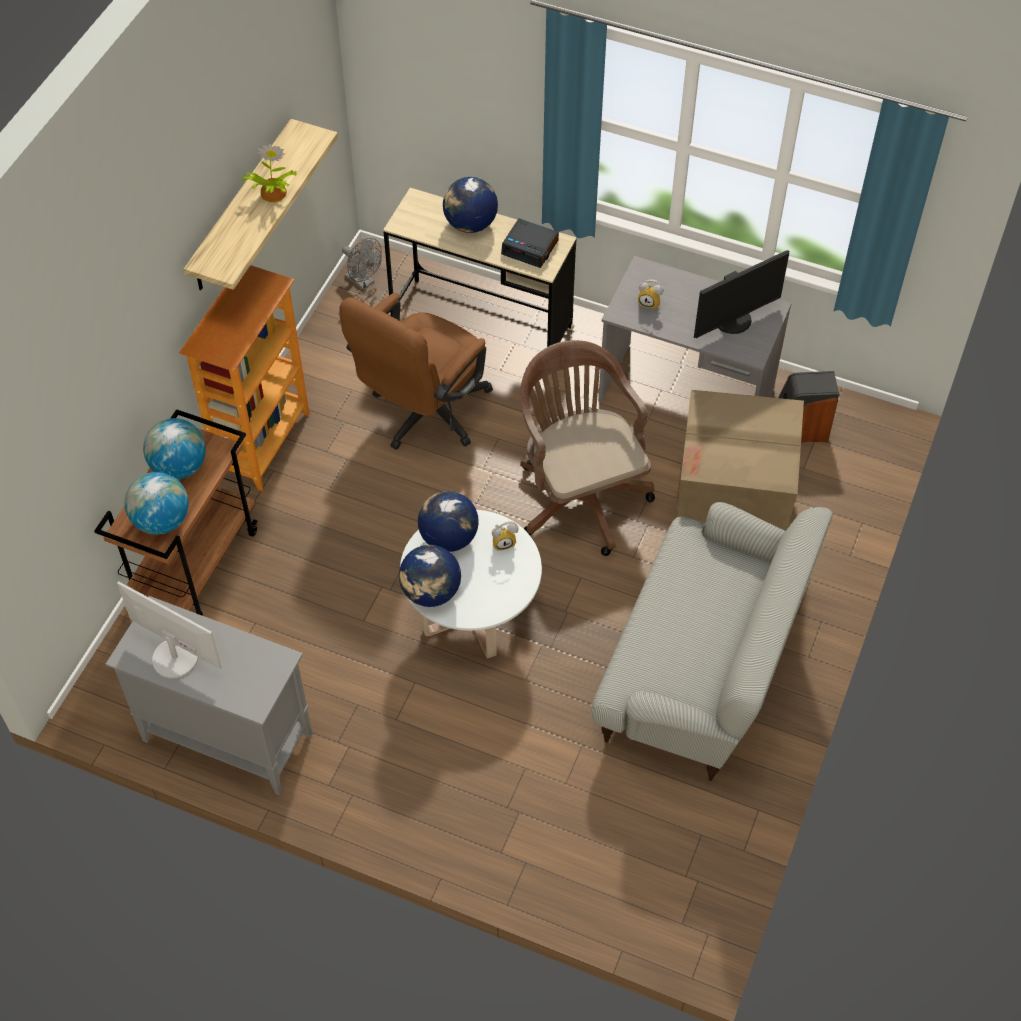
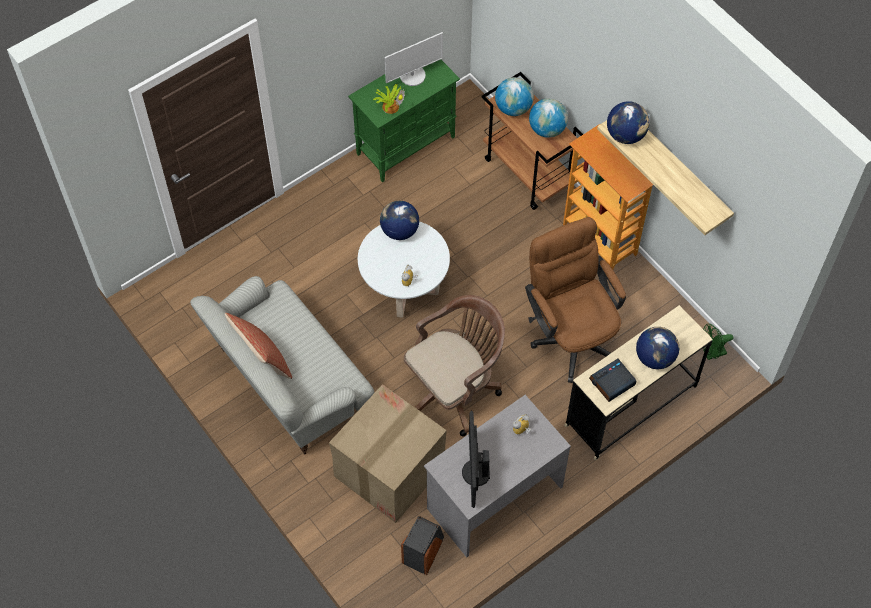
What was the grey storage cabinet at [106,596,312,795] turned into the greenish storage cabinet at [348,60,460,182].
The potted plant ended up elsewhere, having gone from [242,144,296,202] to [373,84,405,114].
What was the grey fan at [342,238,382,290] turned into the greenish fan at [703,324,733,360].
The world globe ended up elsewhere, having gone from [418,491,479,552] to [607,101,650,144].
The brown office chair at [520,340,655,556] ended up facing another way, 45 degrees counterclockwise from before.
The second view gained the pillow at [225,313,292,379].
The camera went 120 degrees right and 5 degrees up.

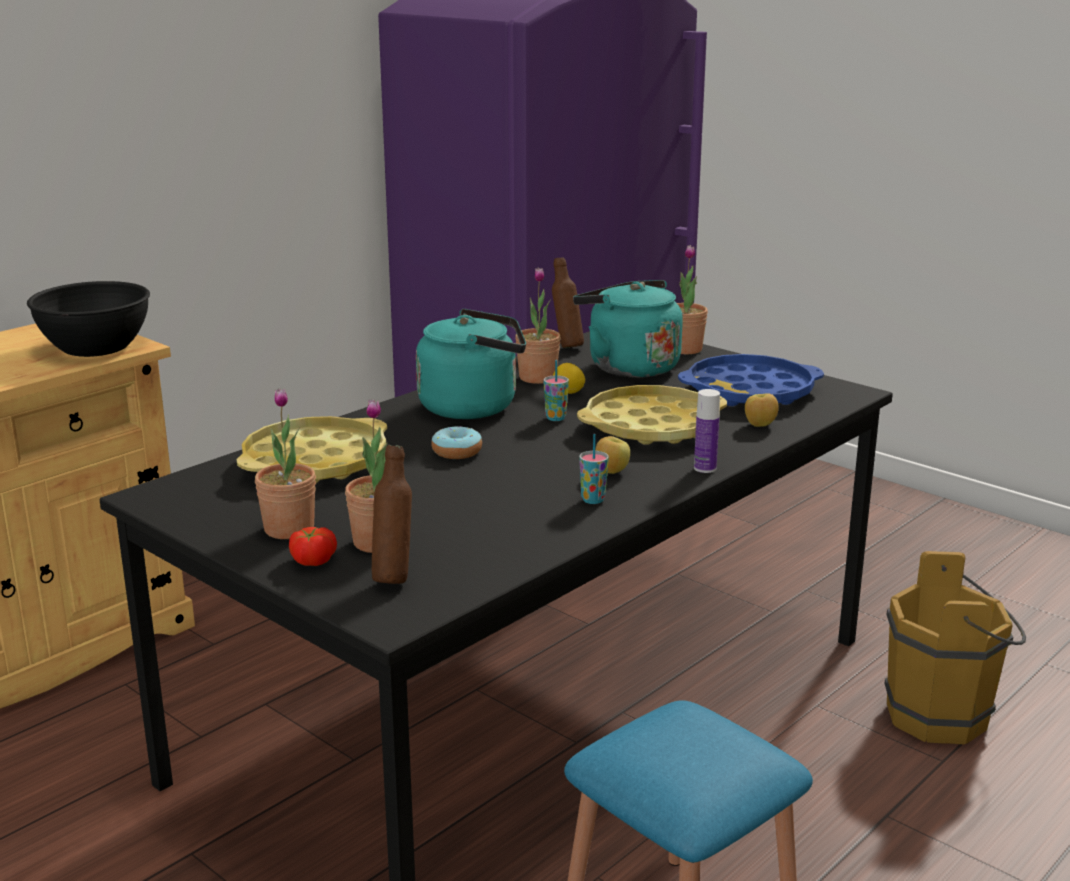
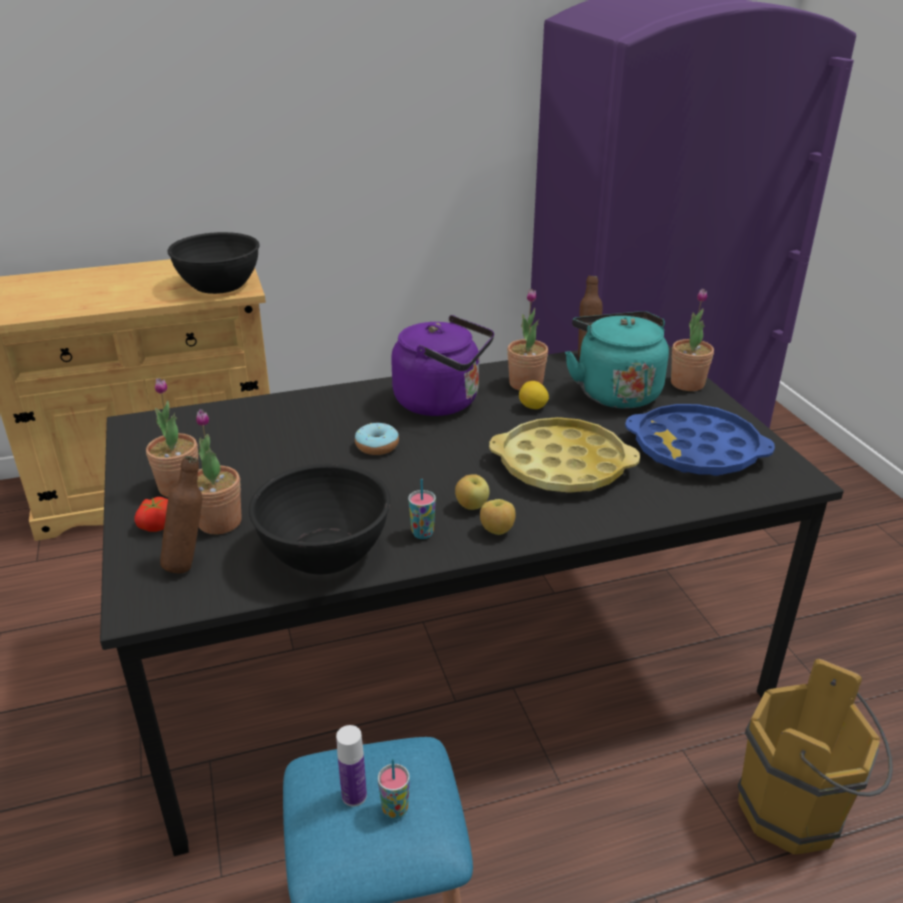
The second view lost the yellow-coloured serving tray at [237,416,387,483].
What was the turquoise-coloured kettle at [416,309,526,419] turned into the purple kettle at [391,315,494,416].
The cup ended up elsewhere, having gone from [544,360,569,421] to [378,759,410,819].
The drink bottle ended up elsewhere, having gone from [694,389,720,473] to [336,725,367,807].
The apple ended up elsewhere, having gone from [745,393,779,427] to [480,499,516,535].
The second view gained the black serving bowl at [249,464,390,575].
The camera went 30 degrees right and 10 degrees up.

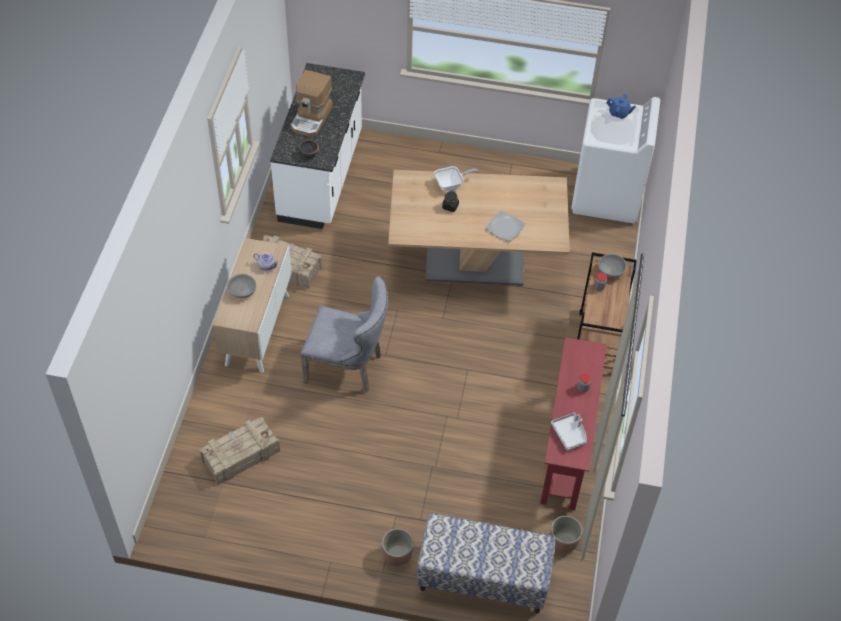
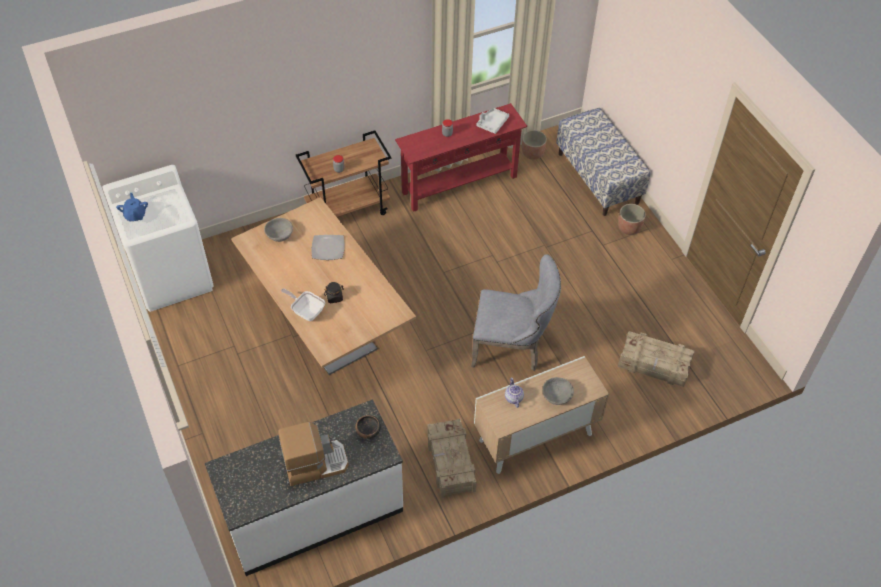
The grey plain chair at [301,276,388,393] ended up facing another way, 120 degrees clockwise from before.
The grey serving bowl ended up elsewhere, having gone from [598,254,627,277] to [264,218,293,242].
The camera went 125 degrees left and 0 degrees up.

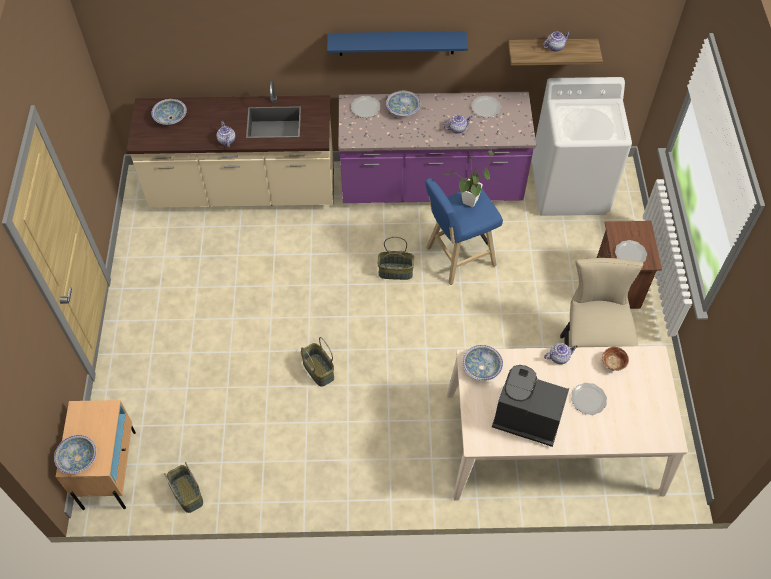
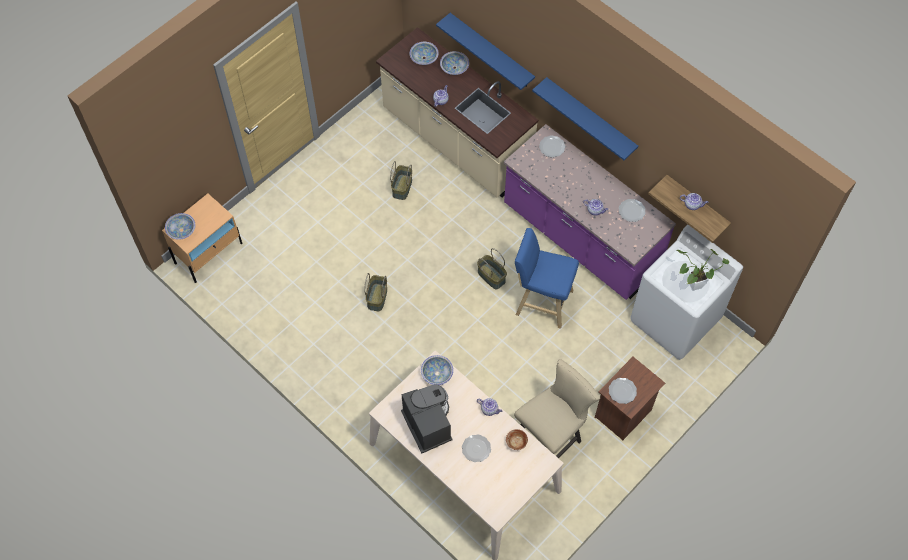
The basket ended up elsewhere, having gone from [164,462,203,513] to [390,161,412,200].
The serving bowl ended up elsewhere, having gone from [386,91,421,116] to [440,51,469,75].
The potted plant ended up elsewhere, having gone from [443,151,494,207] to [677,249,729,291].
The second view gained the blue shelf at [436,13,535,90].
The camera went 45 degrees right and 5 degrees up.

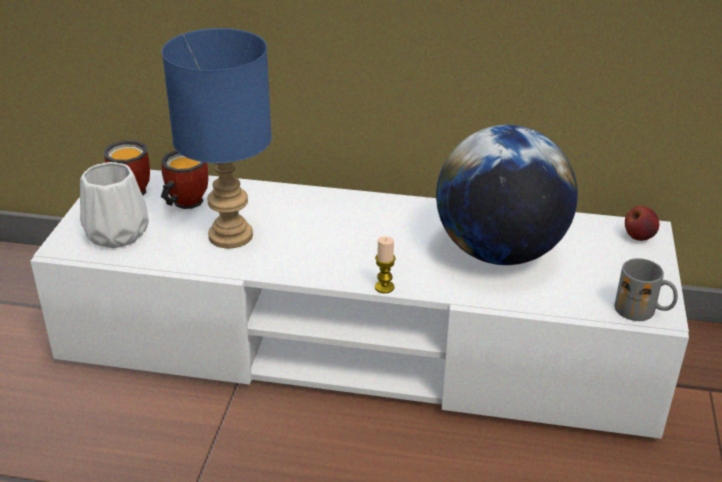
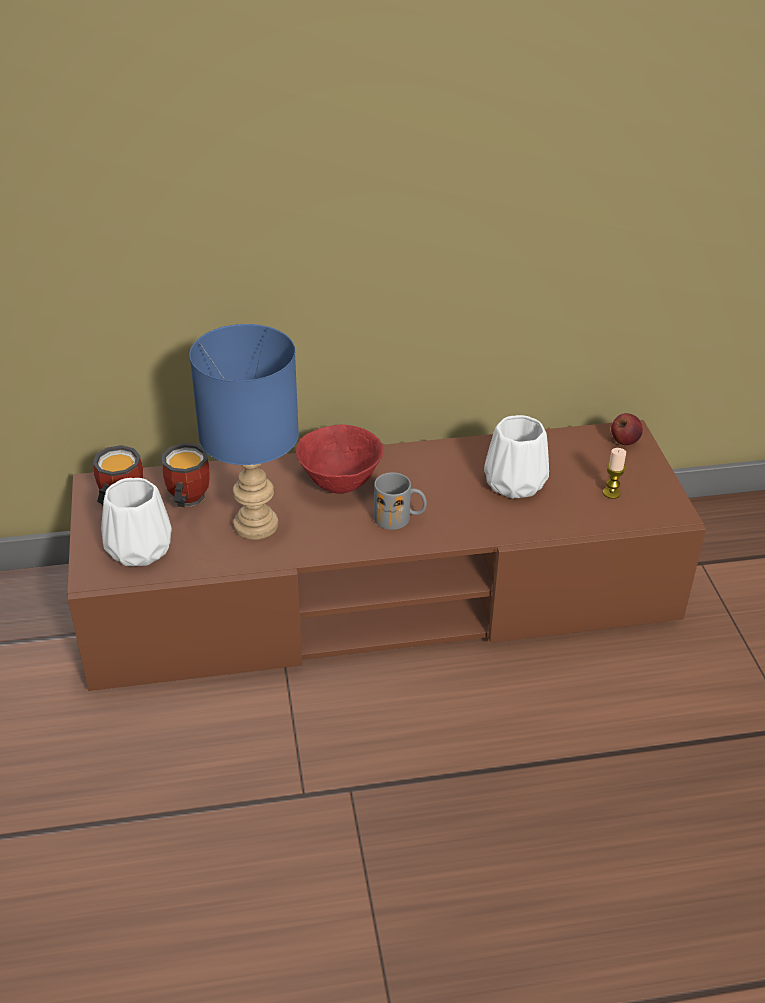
What was the white media console at [30,170,689,439] turned into the brown media console at [67,420,706,691].
The wax candle ended up elsewhere, having gone from [375,236,396,293] to [603,448,626,499].
Where the world globe stood at [436,125,578,265], the white vase came to stand at [484,415,549,499].
The grey mug ended up elsewhere, having gone from [614,258,678,321] to [374,472,427,530].
The second view gained the reddish serving bowl at [296,424,384,494].
The camera went 20 degrees left and 5 degrees up.

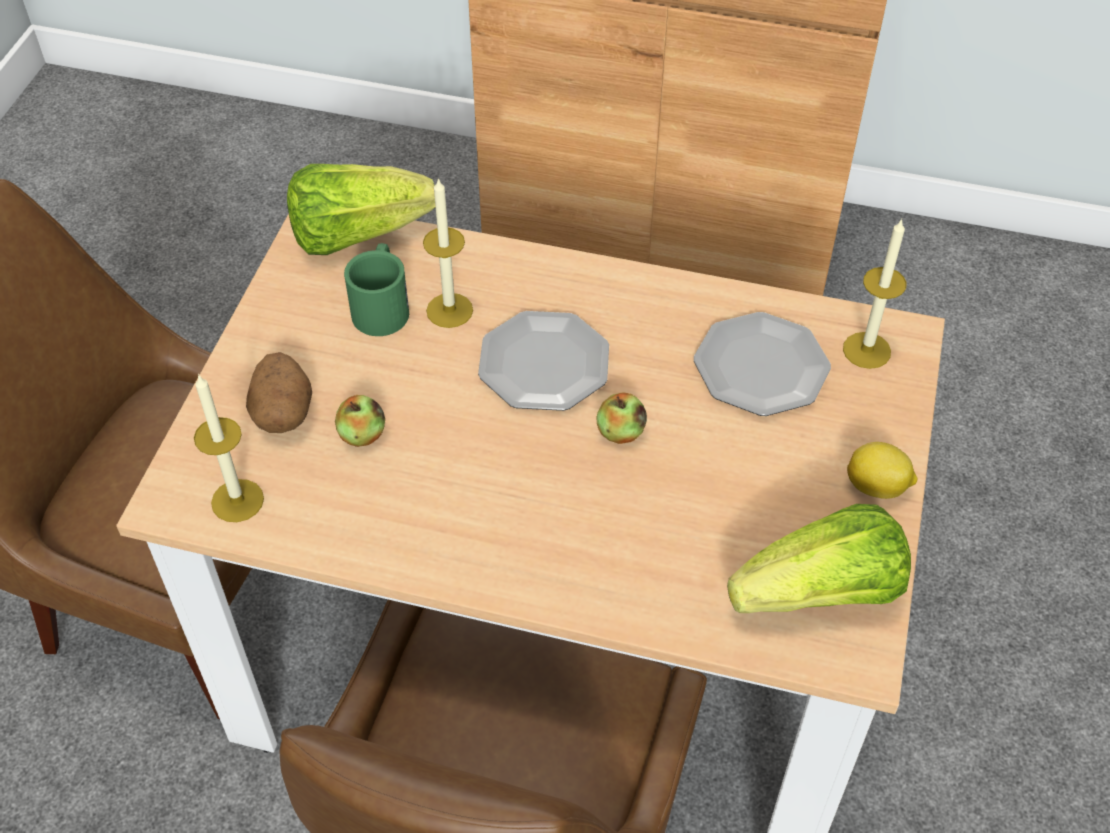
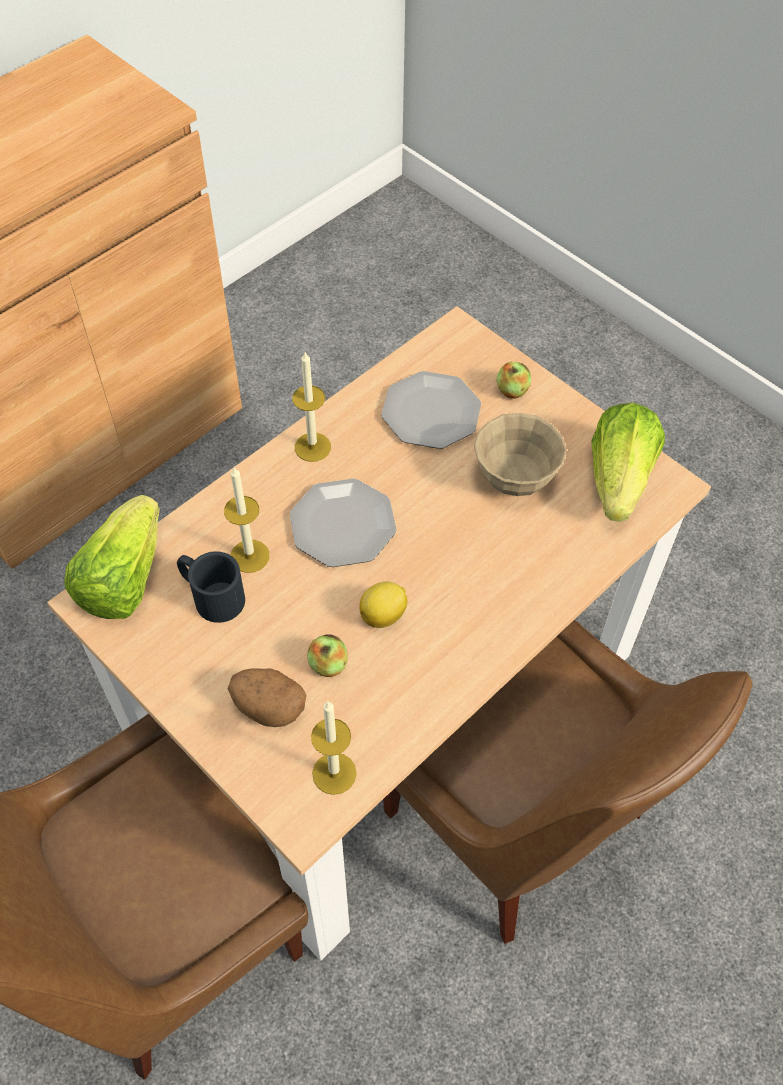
What was the greenish mug at [344,243,409,336] turned into the black mug at [177,551,245,623].
The apple ended up elsewhere, having gone from [596,392,647,444] to [497,362,531,399].
The wax candle ended up elsewhere, having gone from [843,219,907,369] to [293,352,331,462].
The citrus fruit ended up elsewhere, having gone from [847,442,917,499] to [359,582,407,628].
The second view gained the beige serving bowl at [474,413,567,496].
The camera went 60 degrees left and 5 degrees up.

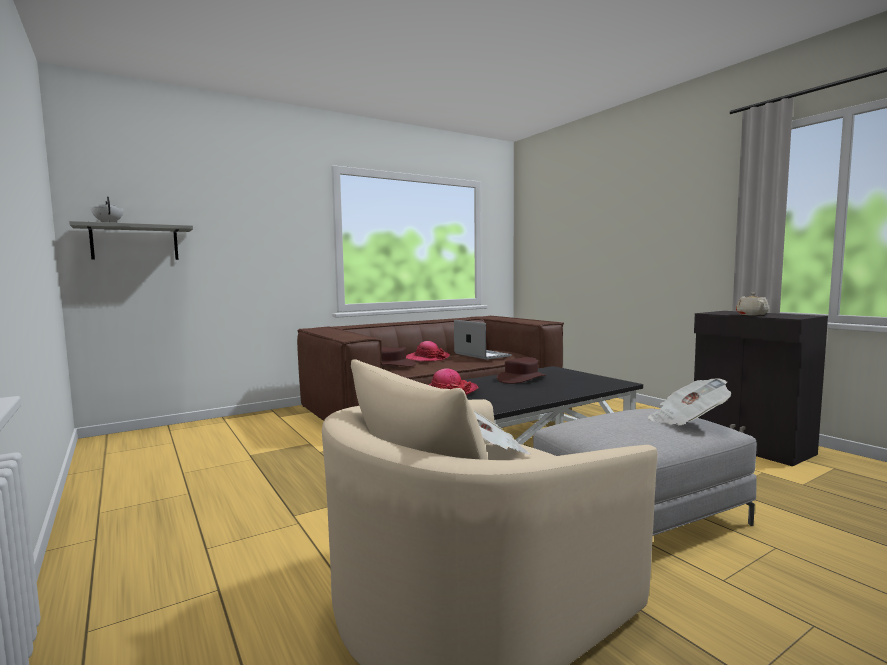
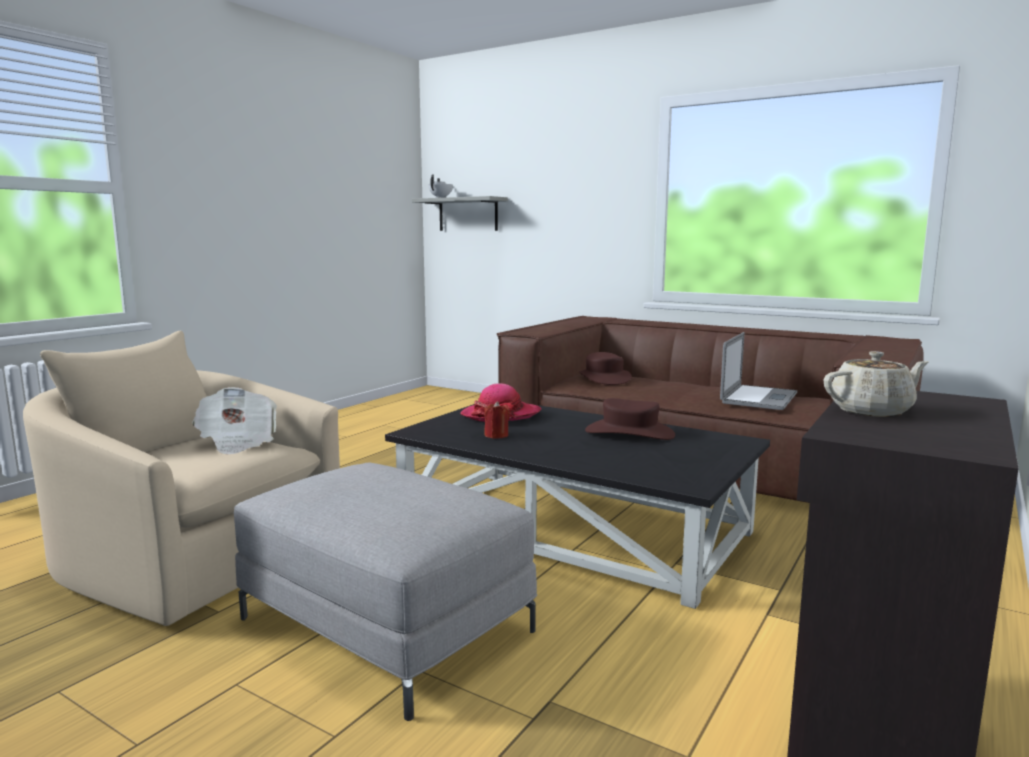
The second view lost the clothing hat at [406,341,450,361].
The second view lost the newspaper at [648,378,731,426].
The second view gained the reddish wax candle at [484,401,510,439].
The camera went 65 degrees right and 5 degrees up.

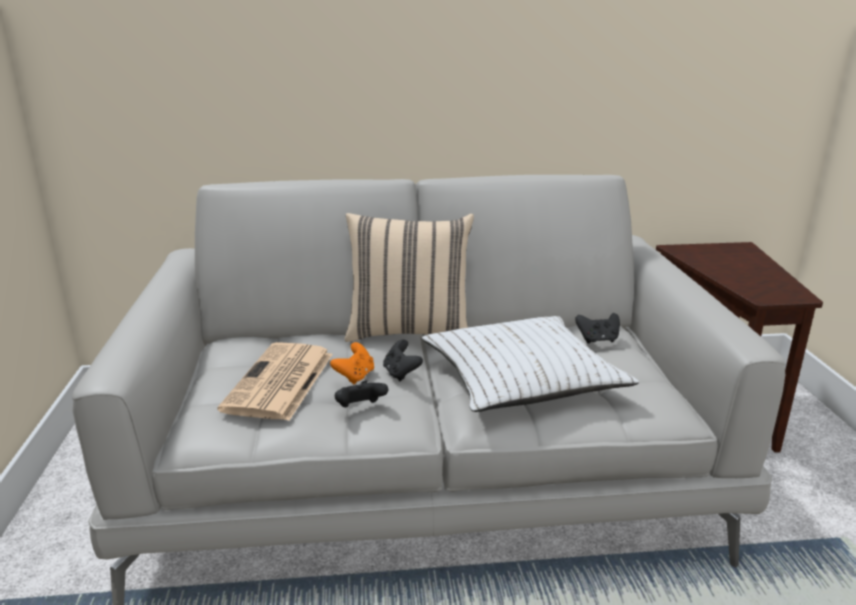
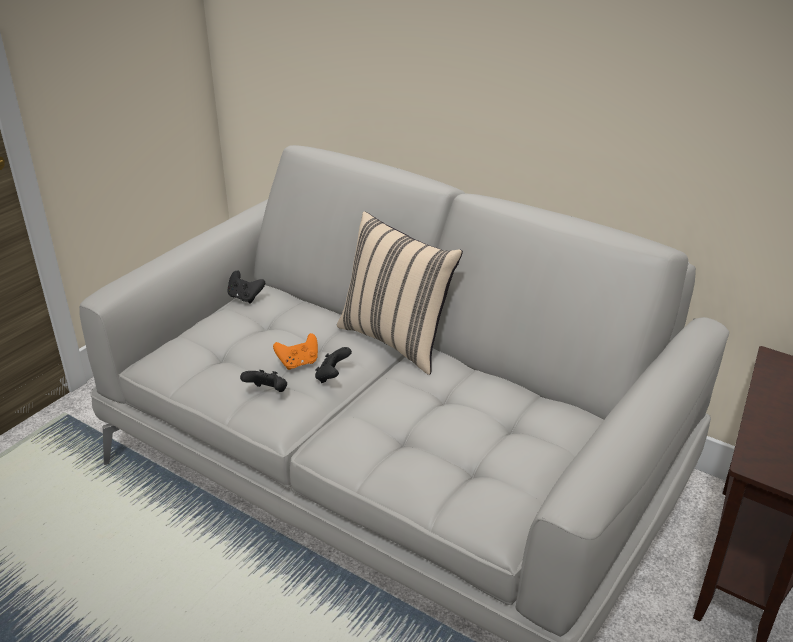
The second view lost the newspaper at [217,342,333,421].
The second view lost the white pillow at [422,316,639,412].
The black game controller ended up elsewhere, having gone from [575,313,620,344] to [227,270,265,303].
The camera went 40 degrees right and 10 degrees up.

